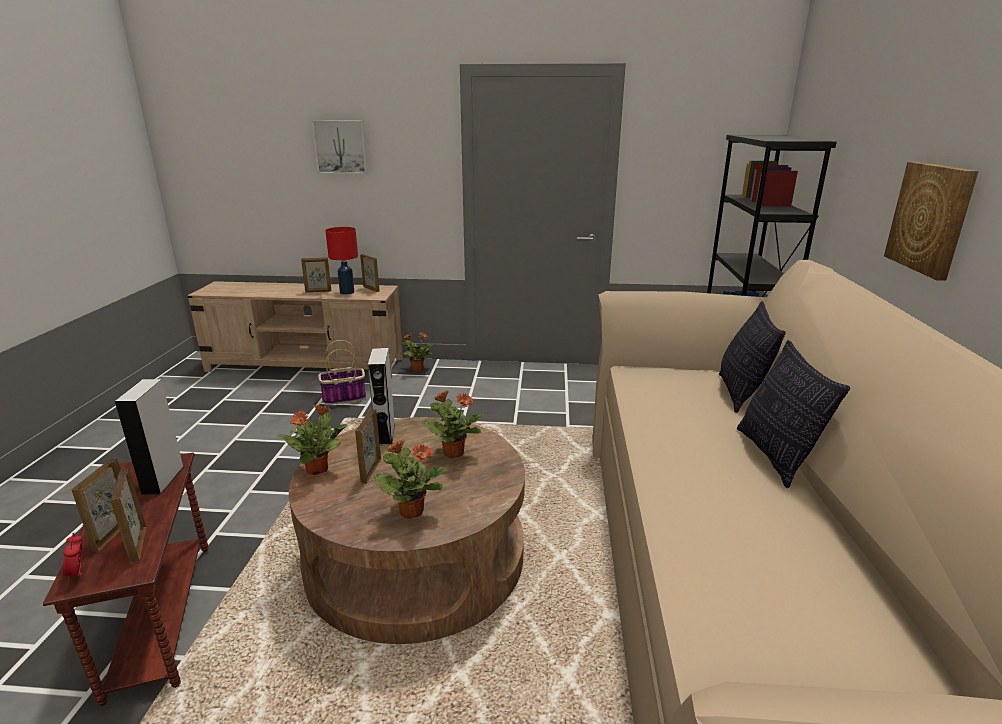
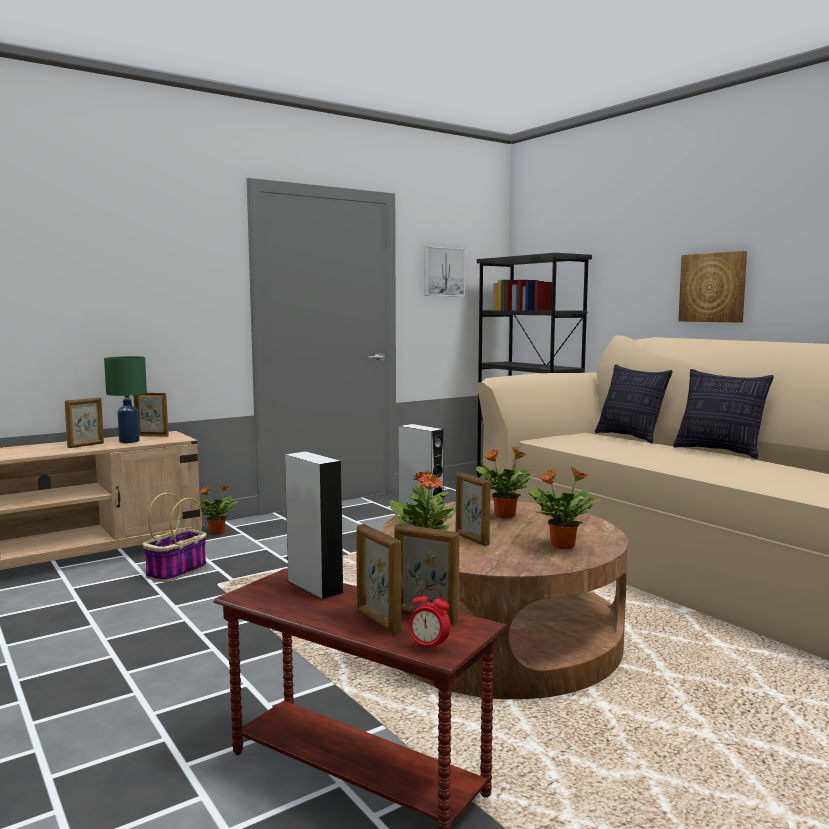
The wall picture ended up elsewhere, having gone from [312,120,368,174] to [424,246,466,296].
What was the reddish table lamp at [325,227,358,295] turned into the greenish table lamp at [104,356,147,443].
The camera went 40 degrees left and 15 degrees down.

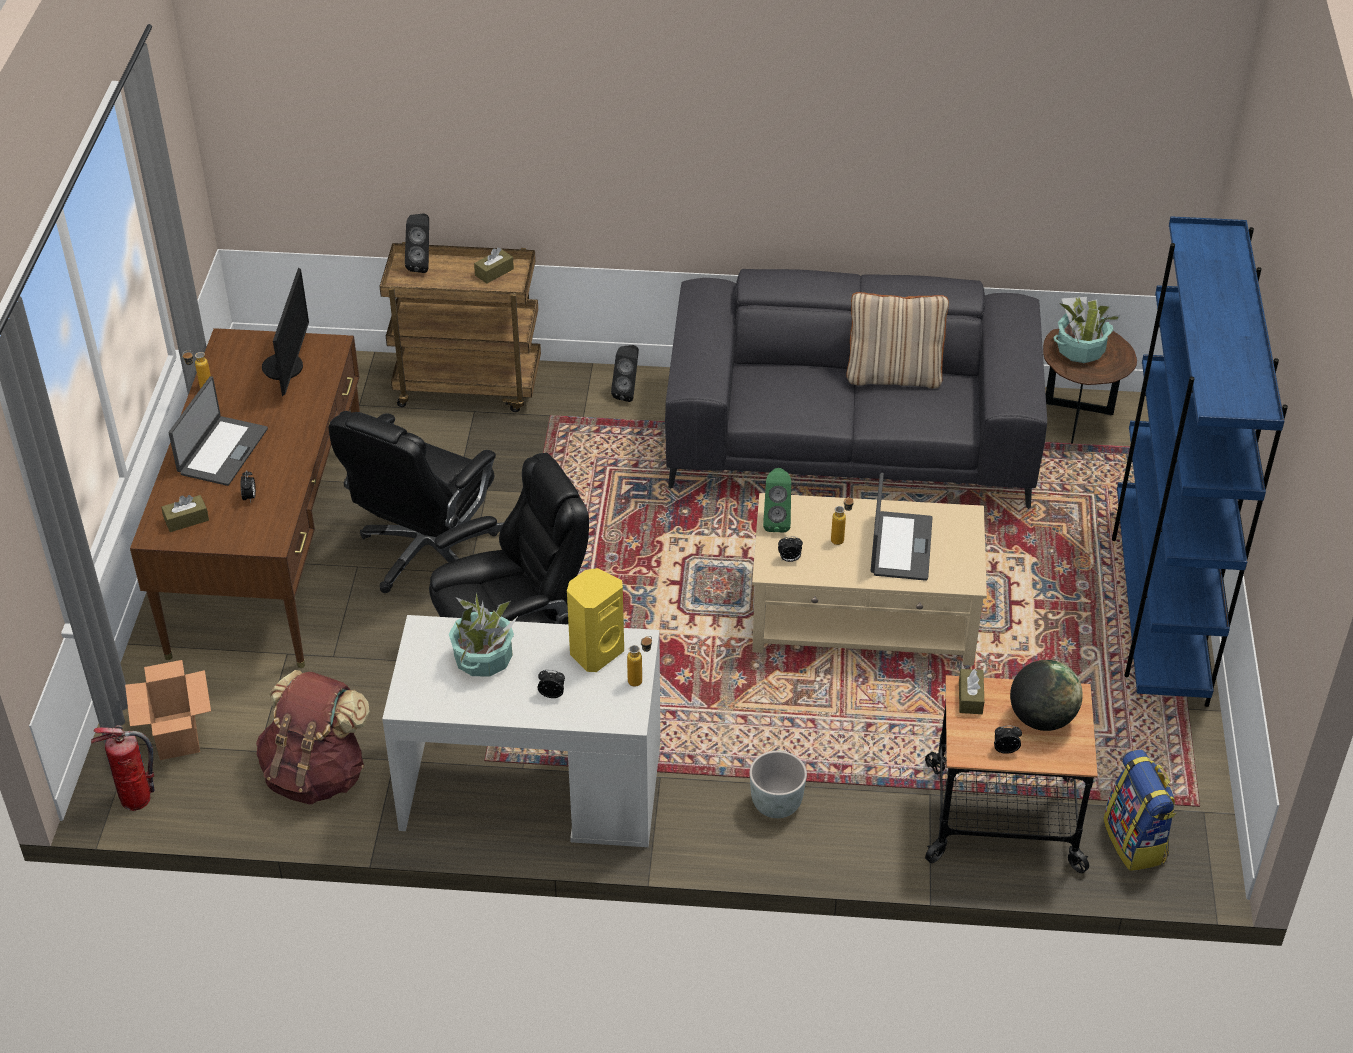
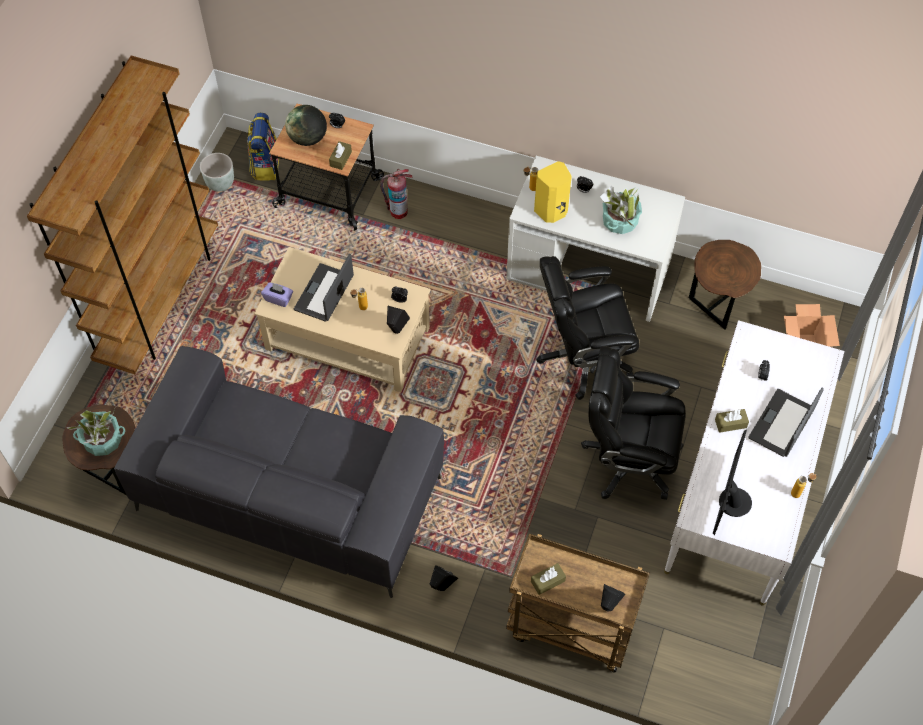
The extinguisher ended up elsewhere, having gone from [91,725,155,811] to [380,169,412,219].
What was the brown desk unit at [130,328,360,668] turned into the white desk unit at [664,320,844,605].
The brown tissue box ended up elsewhere, having gone from [161,495,209,532] to [715,409,749,433].
Where the brown backpack stood at [256,670,370,804], the brown accent table came to stand at [689,240,761,330].
The black office chair at [329,411,499,593] ended up facing another way, 120 degrees counterclockwise from before.
The grey flower pot ended up elsewhere, having gone from [750,751,807,818] to [200,153,234,192].
What was the greenish loudspeaker at [763,468,791,532] turned into the black loudspeaker at [387,306,410,334].
The second view lost the beige pillow at [846,292,949,389].
What was the blue bookcase at [1112,216,1288,707] turned into the brown bookcase at [27,56,218,374].
The second view gained the purple tissue box at [261,282,293,307].
The camera went 165 degrees left and 15 degrees up.

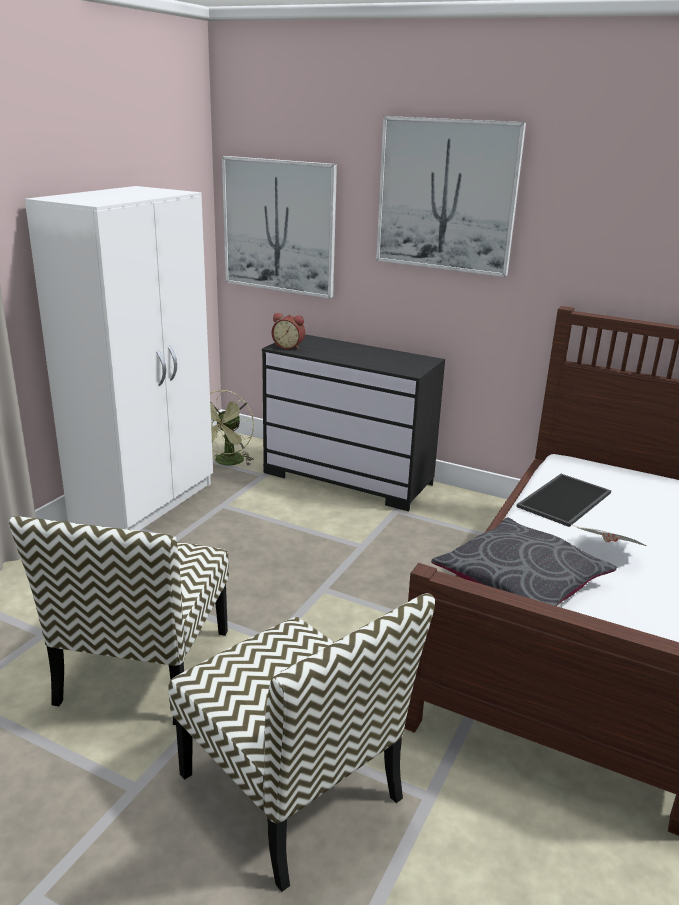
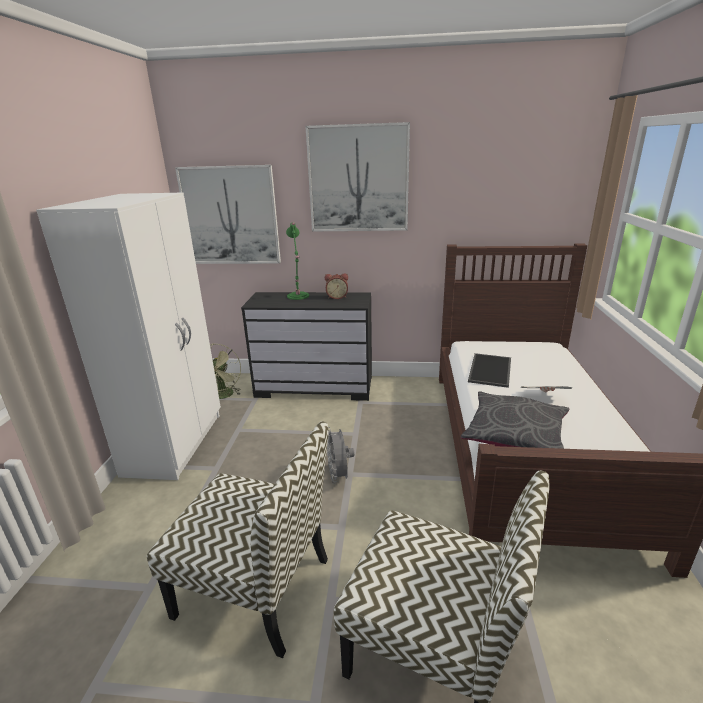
The plain chair at [8,516,229,725] ended up facing another way, 60 degrees counterclockwise from before.
The alarm clock ended up elsewhere, having gone from [272,313,305,350] to [325,273,348,299].
The second view gained the greenish table lamp at [286,222,309,300].
The second view gained the grey fan at [327,427,355,484].
The camera went 20 degrees left and 0 degrees up.

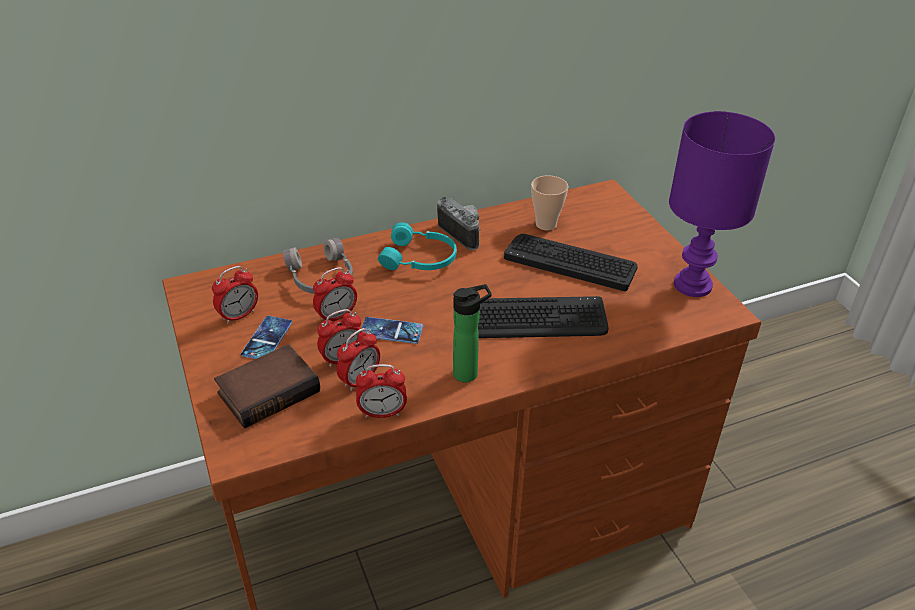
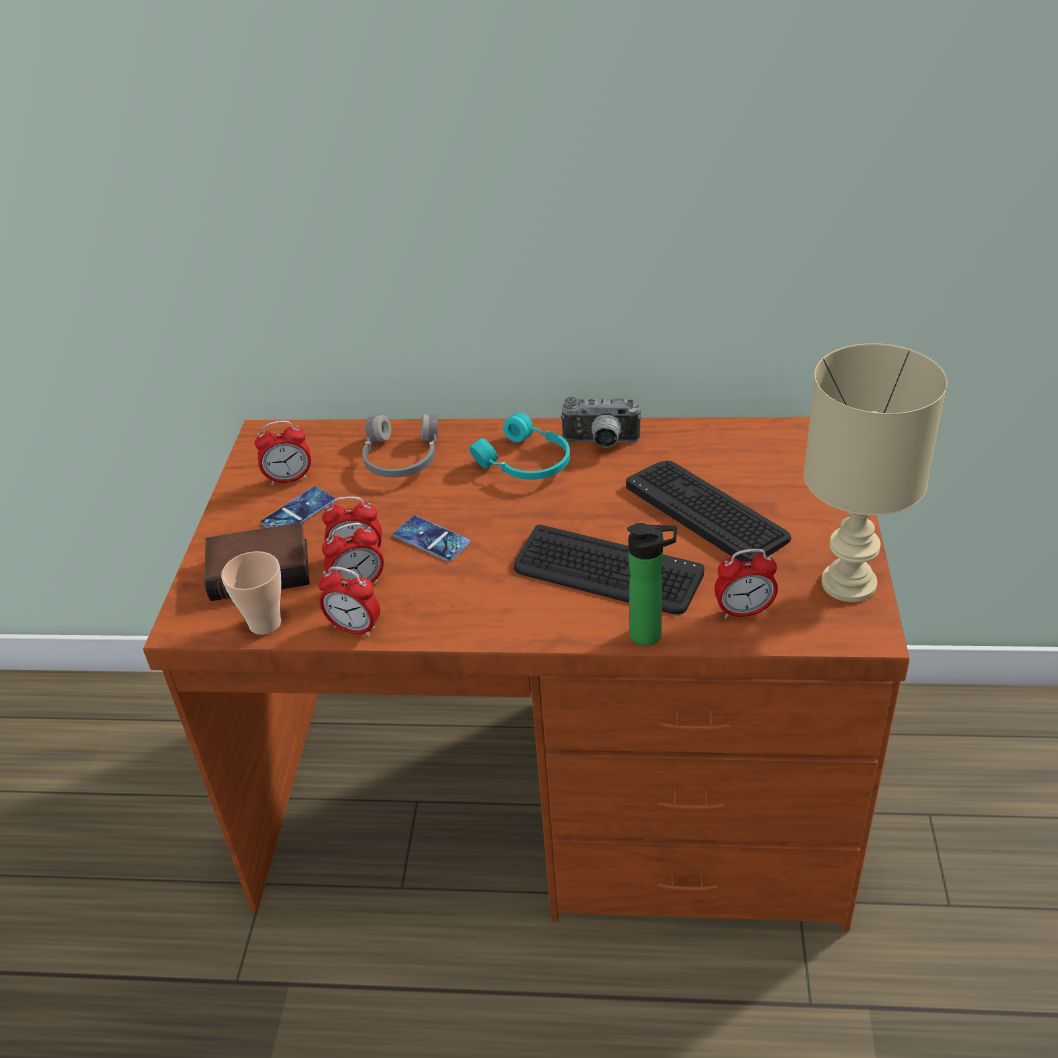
The alarm clock ended up elsewhere, having gone from [313,267,357,321] to [714,549,778,618].
The still camera at [437,197,481,250] ended up facing another way, 105 degrees clockwise from before.
The drink bottle ended up elsewhere, having gone from [453,284,492,382] to [627,523,677,646].
The cup ended up elsewhere, having gone from [531,176,569,230] to [221,551,281,635].
What was the purple table lamp at [669,111,775,297] turned into the beige table lamp at [804,343,947,602].
The camera went 30 degrees right and 0 degrees up.

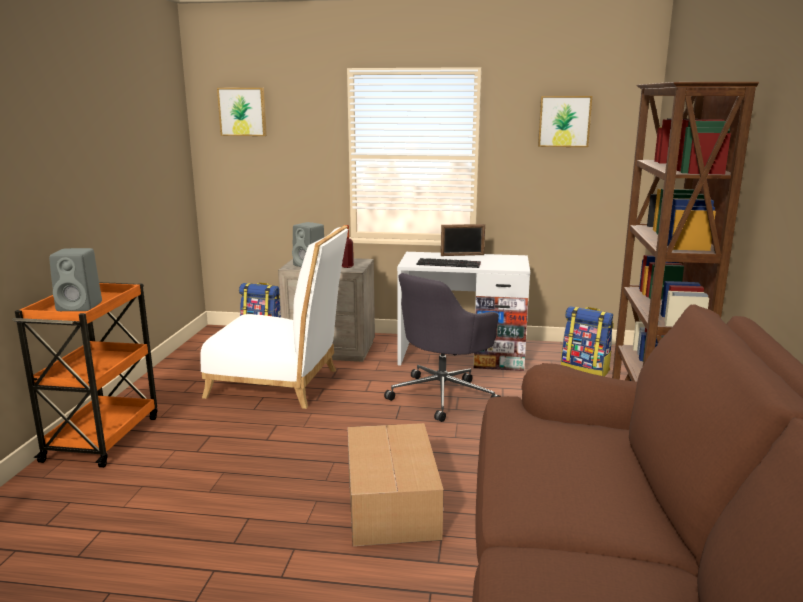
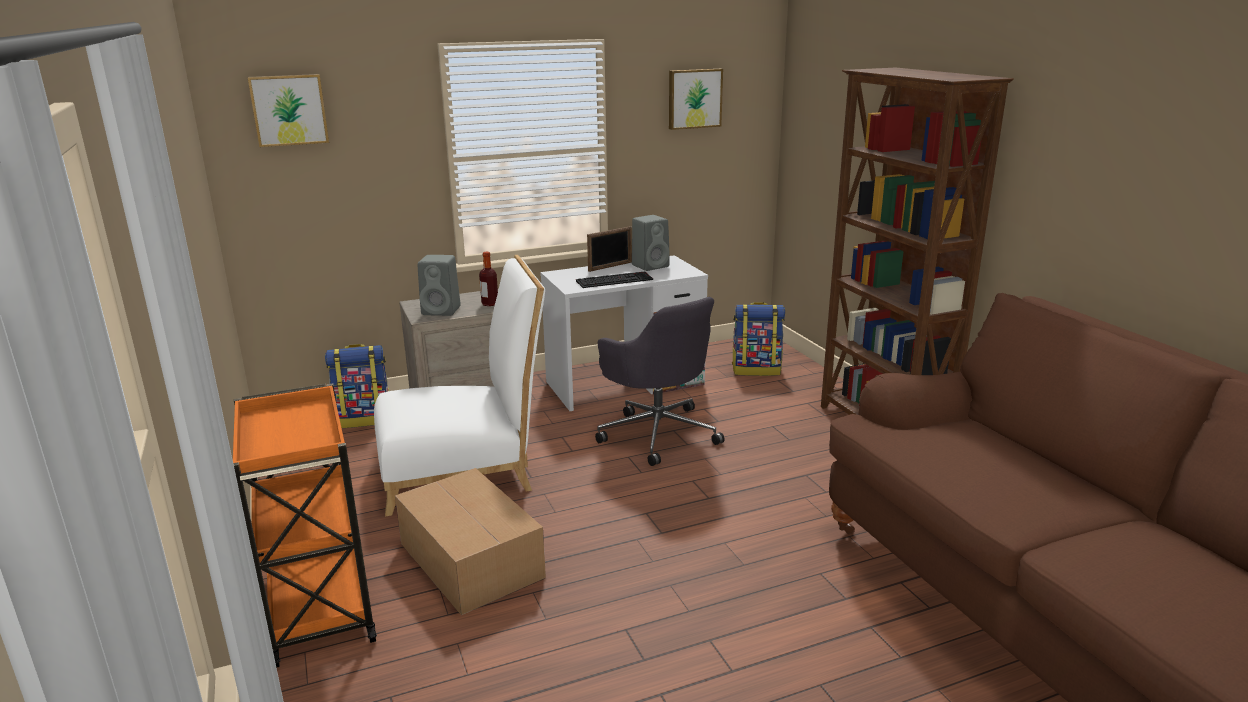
The grey loudspeaker ended up elsewhere, having gone from [49,248,102,311] to [632,215,670,271].
The carton ended up elsewhere, having gone from [348,423,444,546] to [395,468,546,615].
The grey office chair at [384,273,500,422] ended up facing another way, 45 degrees counterclockwise from before.
The camera went 30 degrees left and 5 degrees up.

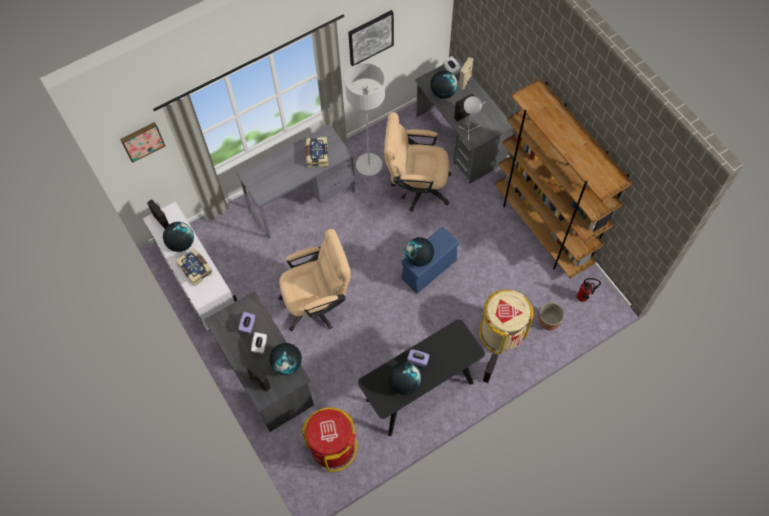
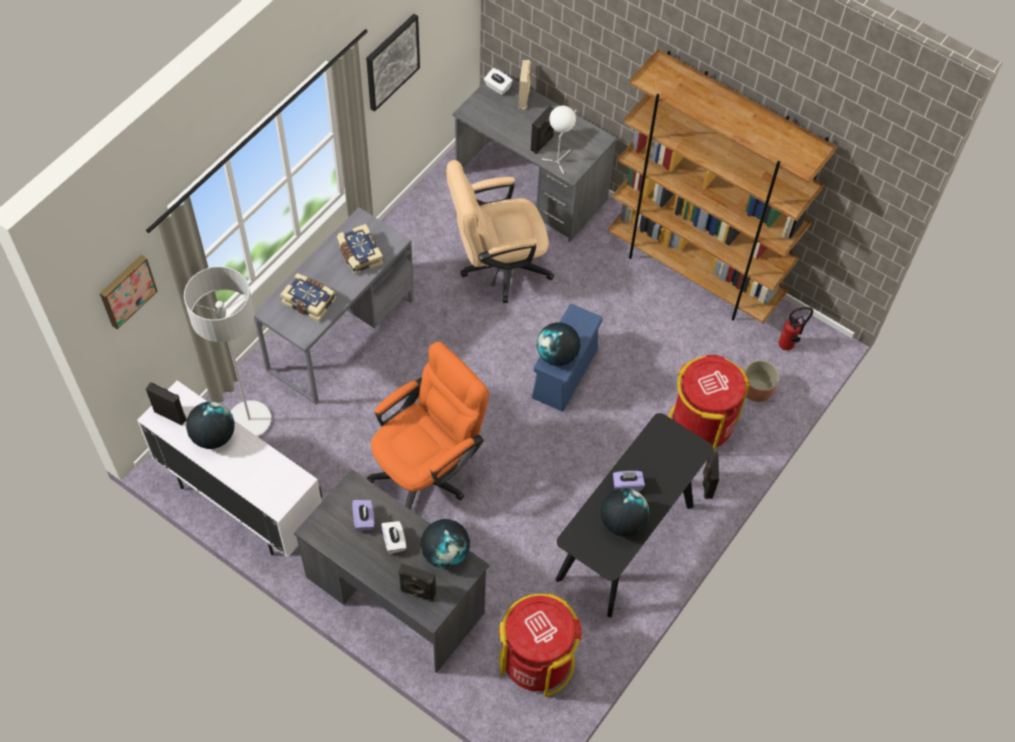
The book ended up elsewhere, having gone from [175,249,213,286] to [280,273,336,322].
What was the beige office chair at [278,229,351,331] turned into the orange office chair at [367,342,489,509].
The grey floor lamp ended up elsewhere, having gone from [345,63,385,176] to [184,266,271,436].
The second view lost the world globe at [430,71,458,99].
What was the beige rubbish bin at [479,290,534,354] turned into the reddish rubbish bin at [668,354,750,452].
The camera went 25 degrees left and 5 degrees down.

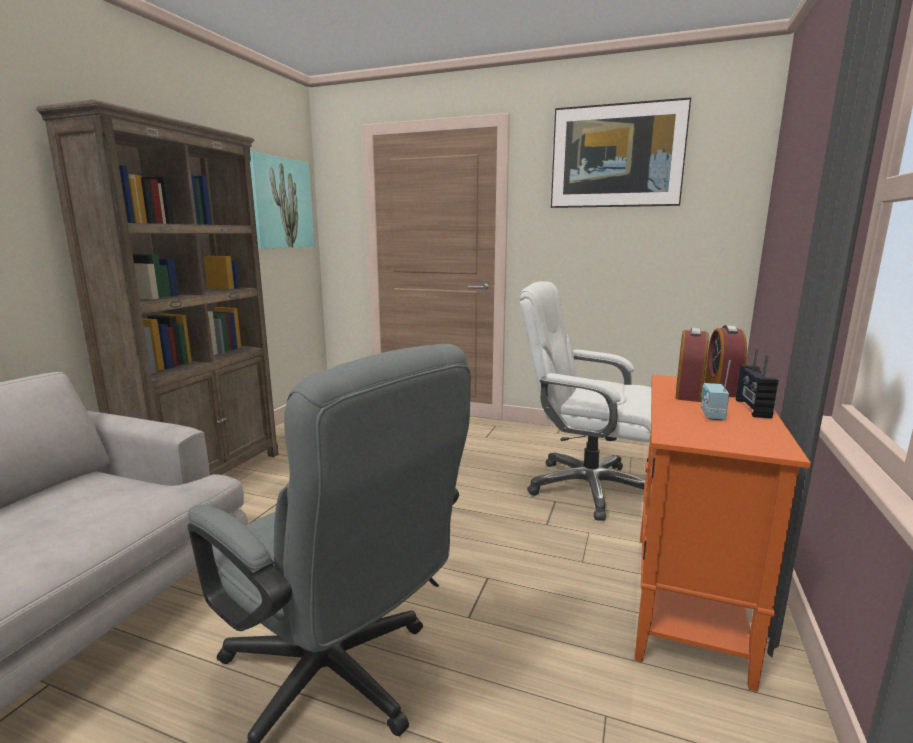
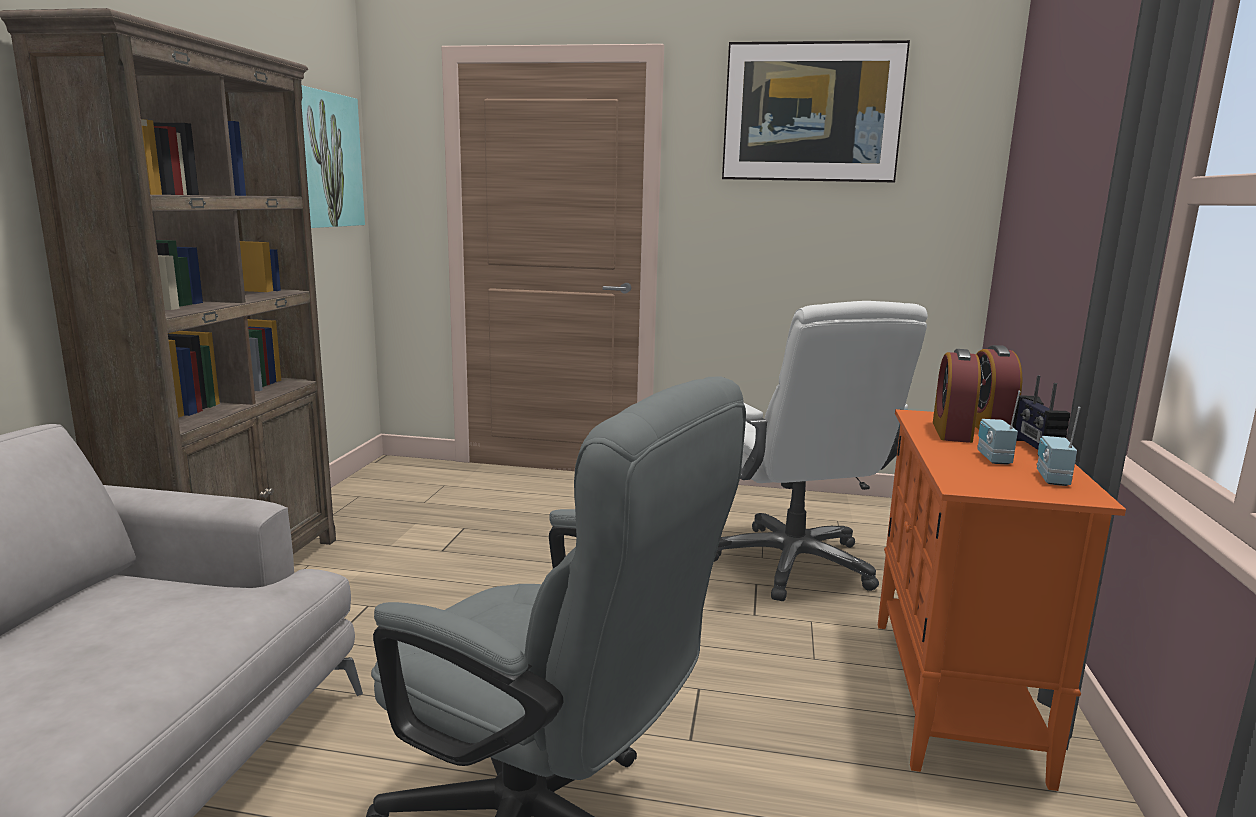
The white office chair at [519,281,652,521] ended up facing another way, 120 degrees counterclockwise from before.
The second view gained the radio at [1037,407,1081,486].
The camera went 10 degrees left and 0 degrees up.

